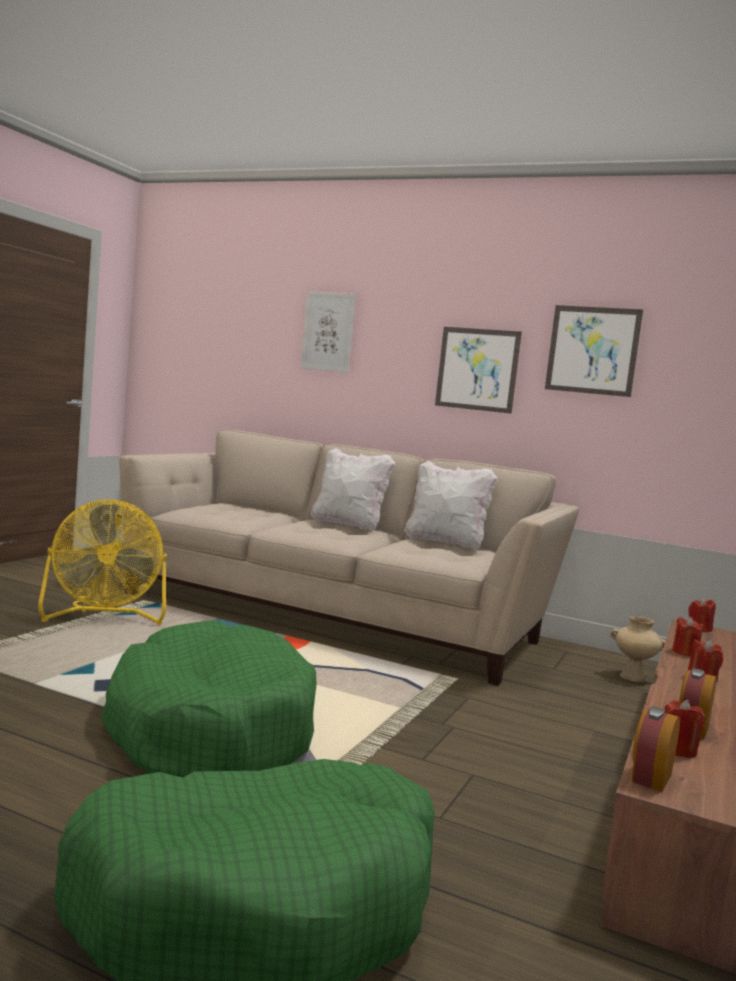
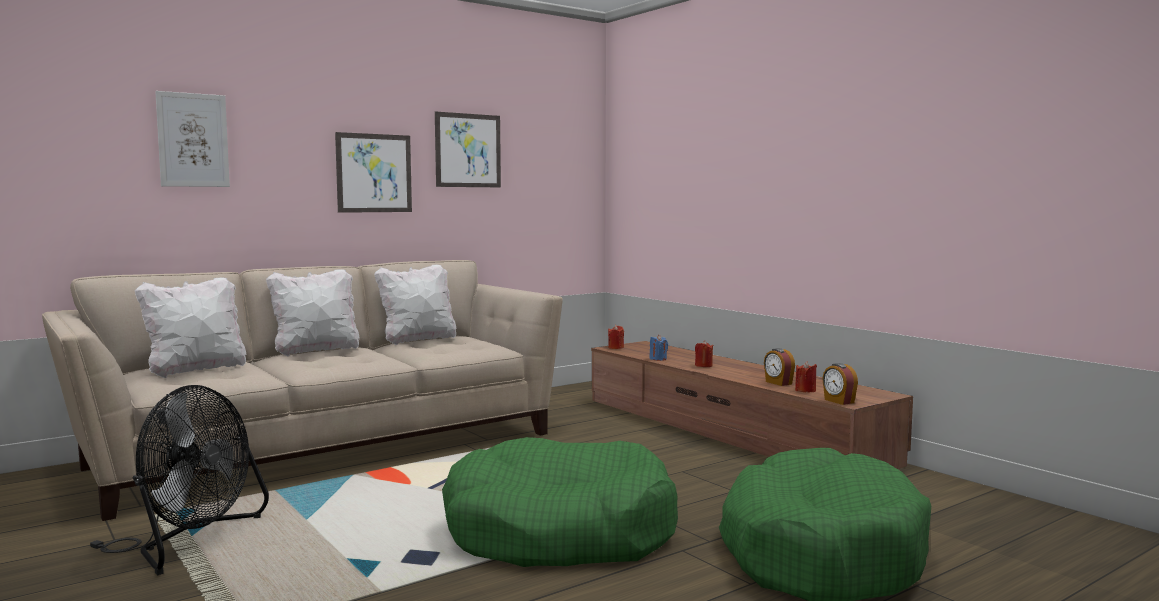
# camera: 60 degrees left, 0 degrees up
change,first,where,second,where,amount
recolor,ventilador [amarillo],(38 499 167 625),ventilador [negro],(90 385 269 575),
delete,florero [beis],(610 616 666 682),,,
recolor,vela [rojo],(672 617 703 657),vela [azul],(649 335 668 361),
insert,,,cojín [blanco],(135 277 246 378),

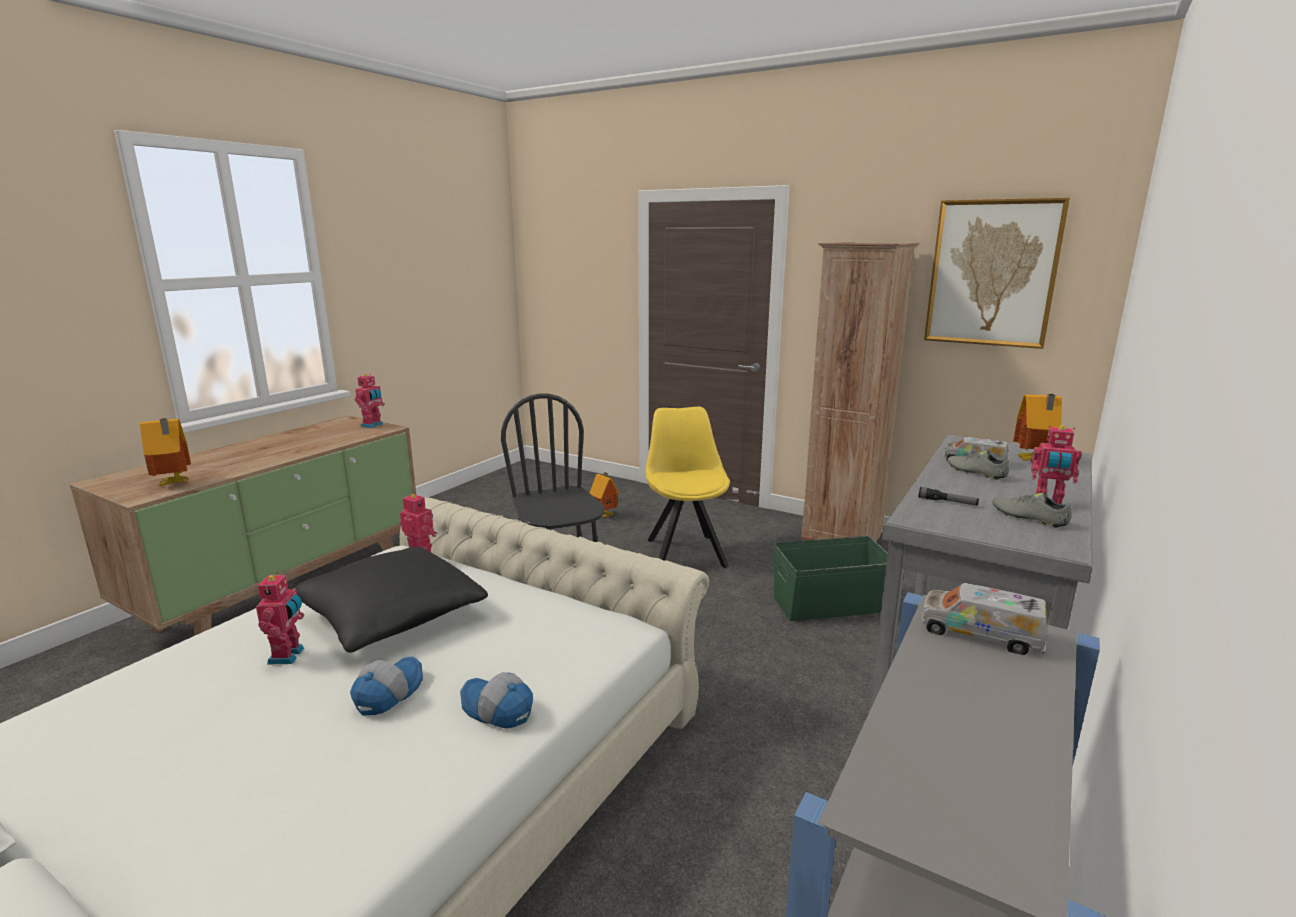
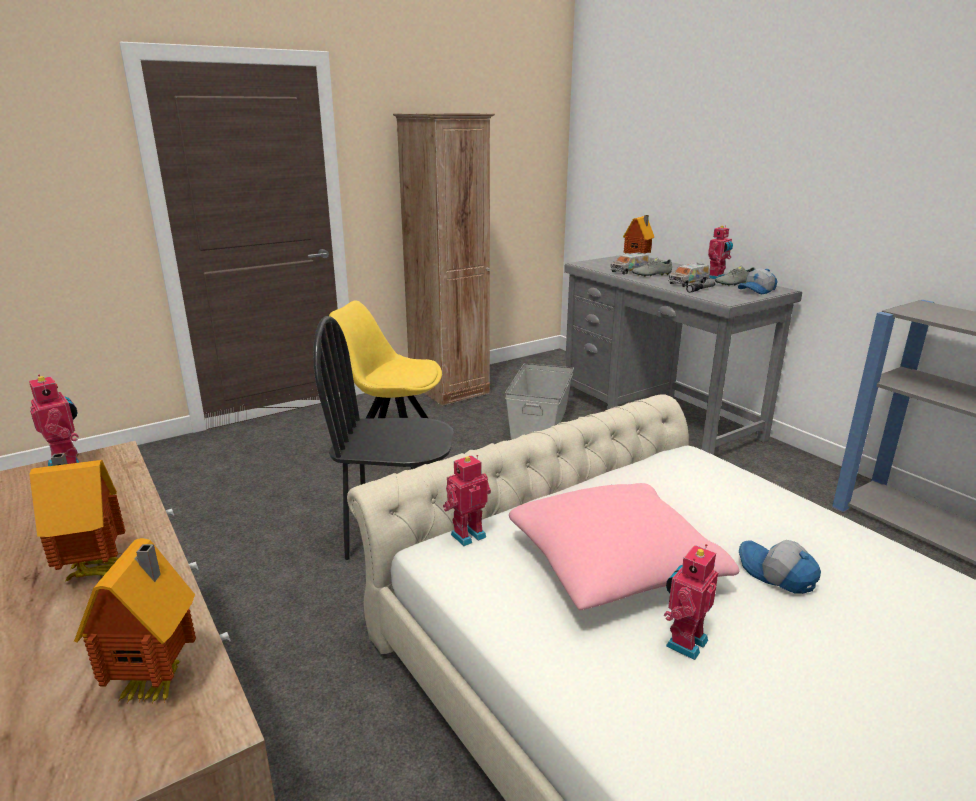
# camera: 65 degrees left, 5 degrees up
change,first,where,second,where,amount
delete,cuadro,(924 198 1070 349),,,
move,casita,(590 472 619 518),,(29 453 125 583),
recolor,caja de almacenaje [verde],(774 536 888 621),caja de almacenaje [gris],(505 363 574 440),
recolor,cojín [negro],(295 547 488 653),cojín [rosa],(509 483 739 610),
rotate,robot de juguete,(256 572 304 664),,(664 544 718 660),75 degrees counterclockwise
move,camión de juguete,(922 583 1048 655),,(668 263 710 287),
move,gorra,(460 672 533 728),,(738 269 778 294),

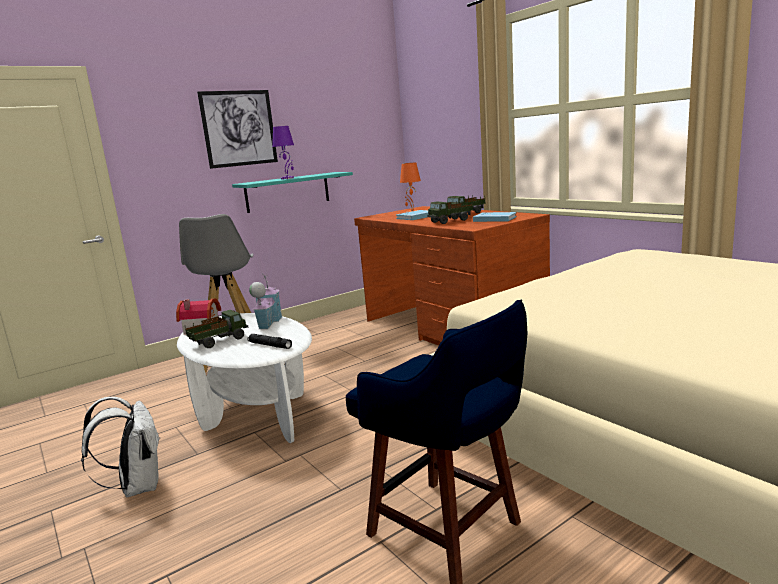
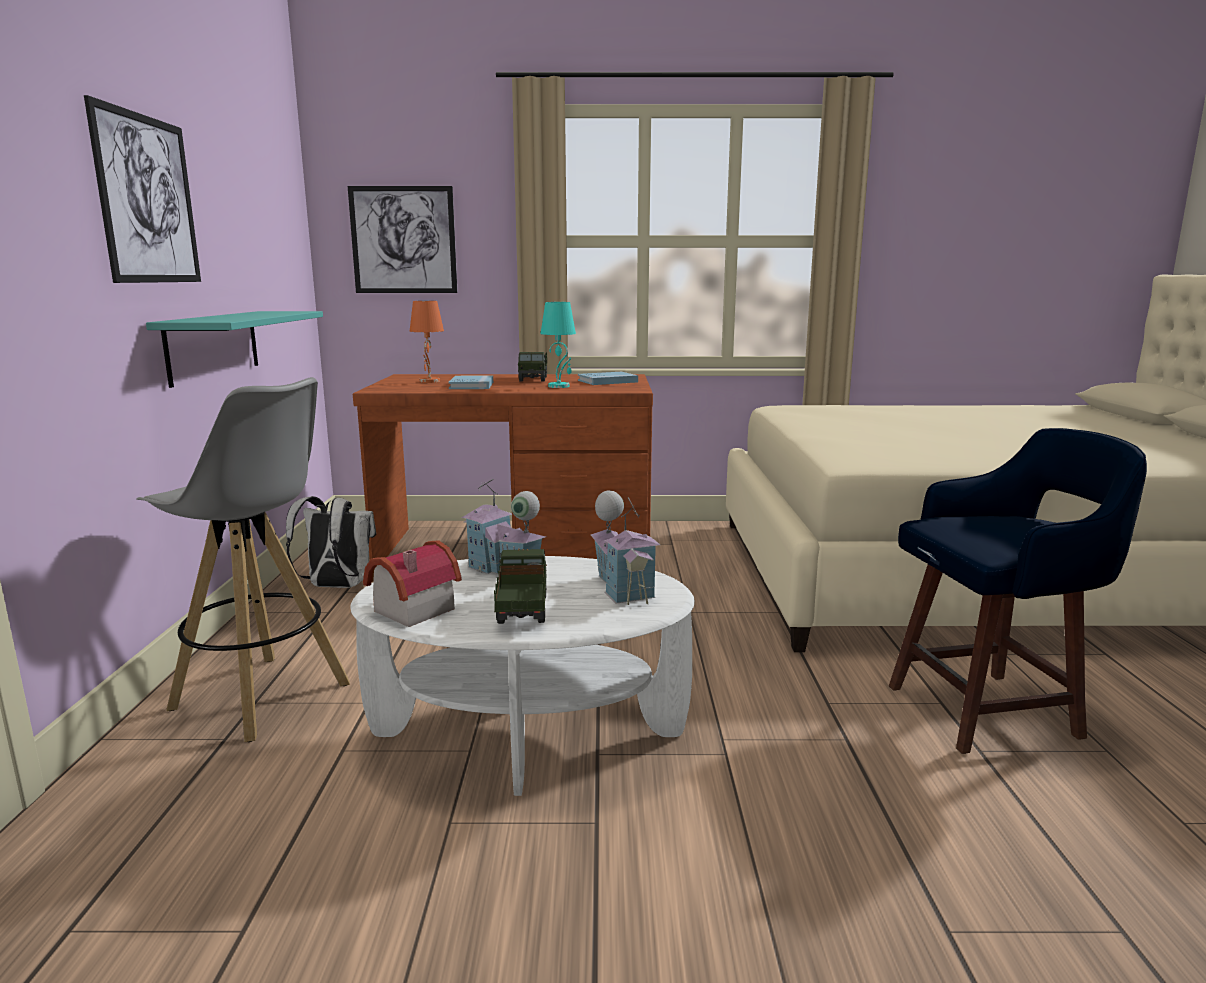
# camera: 55 degrees left, 0 degrees up
change,first,where,second,where,amount
delete,lámpara de mesa [morado],(272 126 294 179),,,
replace,camión de juguete,(427 201 473 224),lámpara de mesa [turquesa],(540 302 576 388),
replace,linterna [negro],(247 334 292 349),casita,(591 490 660 605),
move,mochila [blanco],(81 397 159 498),,(286 496 376 588),
insert,,,cuadro,(348 186 458 293),

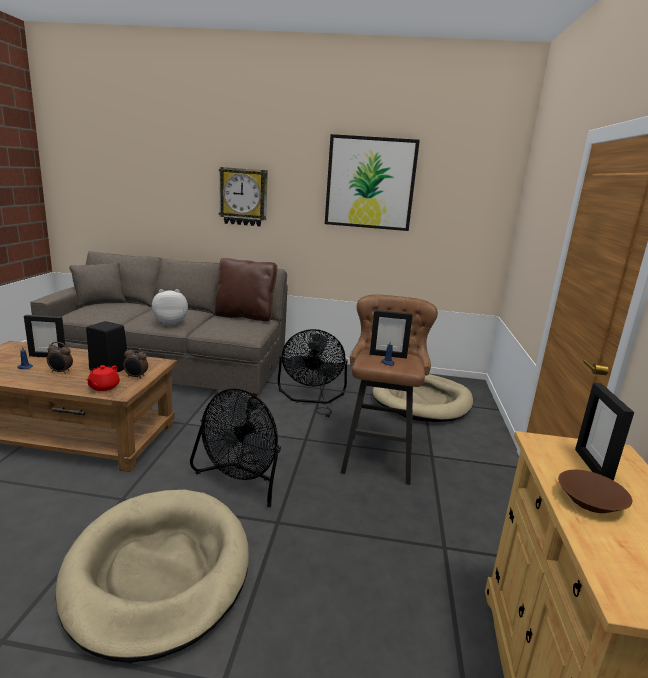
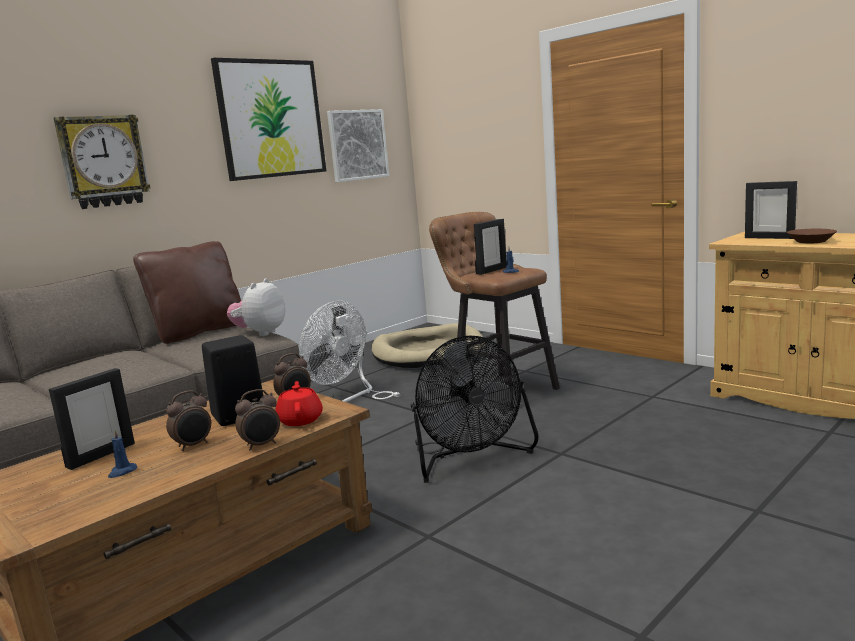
# camera: 50 degrees left, 5 degrees down
change,first,where,second,where,amount
move,peluche,(152 289 188 326),,(227 278 285 336),
recolor,ventilador [negro],(278 329 348 417),ventilador [blanco],(299 301 400 402),
rotate,tetera [rojo],(86 365 120 391),,(275 381 323 426),150 degrees counterclockwise
delete,cama para perro [beis],(56 490 249 663),,,
insert,,,cuadro,(327 109 389 182),
insert,,,despertador,(235 389 280 450),

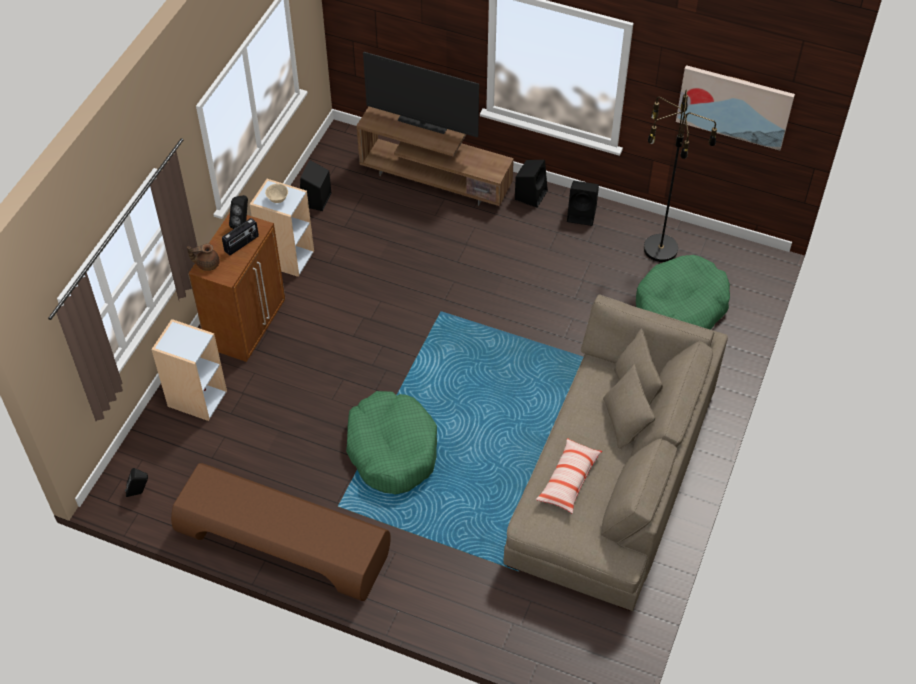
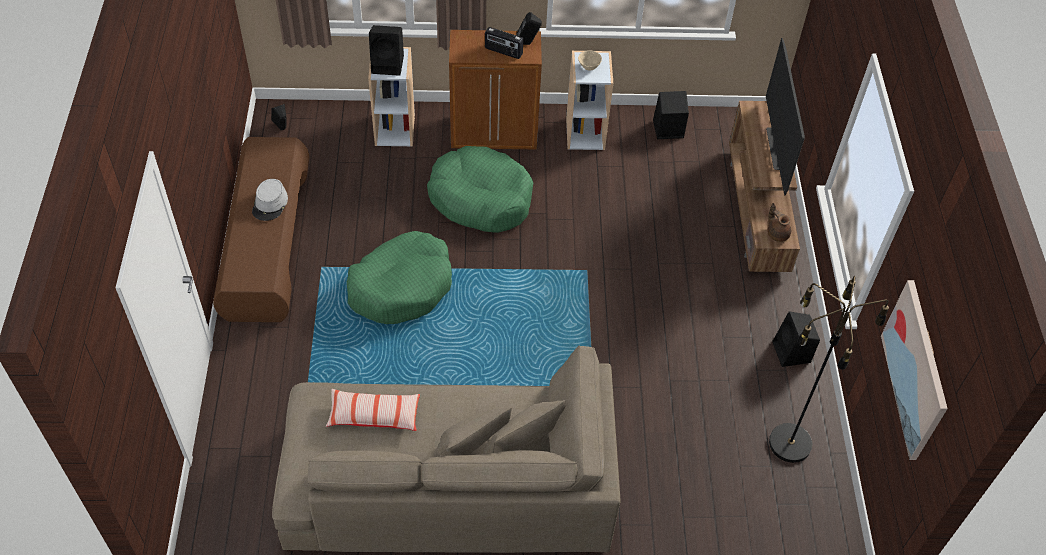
# camera: 65 degrees right, 0 degrees up
change,first,where,second,where,amount
move,altavoz [negro],(515 160 548 208),,(369 25 404 76),
move,tetera [marrón],(187 243 220 271),,(768 203 791 242),
move,cama para perro [verde],(636 255 730 330),,(427 146 533 233),
insert,,,sombrero [gris],(252 179 288 221),

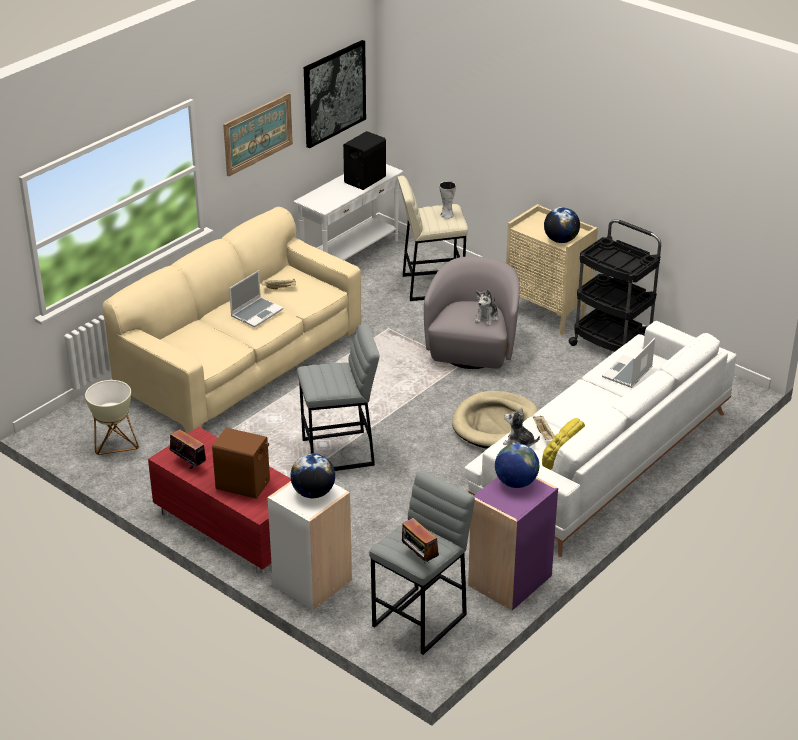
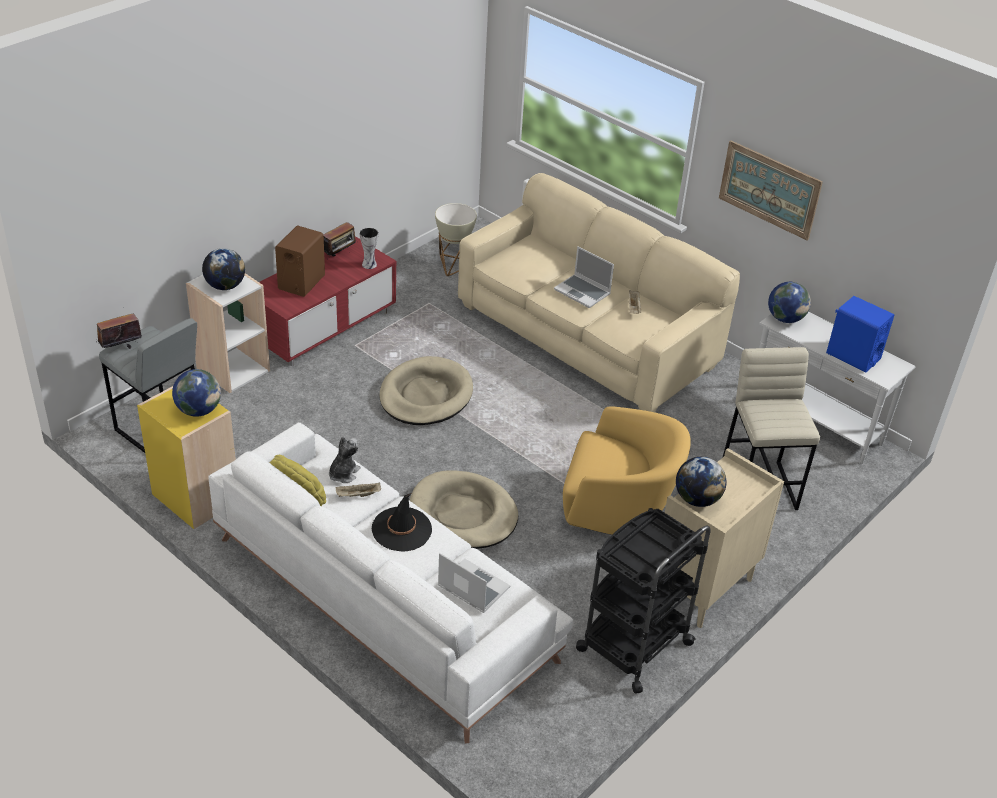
# camera: 90 degrees right, 5 degrees up
change,first,where,second,where,amount
delete,cuadro,(304 40 366 148),,,
recolor,altavoz [negro],(343 131 386 190),altavoz [azul],(826 296 894 372),
move,florero,(439 181 456 219),,(359 227 378 269),
recolor,sillón [gris],(424 256 520 369),sillón [amarillo],(563 406 691 535),
delete,peluche,(475 290 499 326),,,
replace,taburete [gris],(297 323 380 471),cama para perro [beis],(379 356 473 425),
recolor,estantería [morado],(468 477 558 611),estantería [amarillo],(137 386 236 529),
insert,,,globo terráqueo,(768 282 811 323),
insert,,,sombrero [negro],(372 493 432 552),

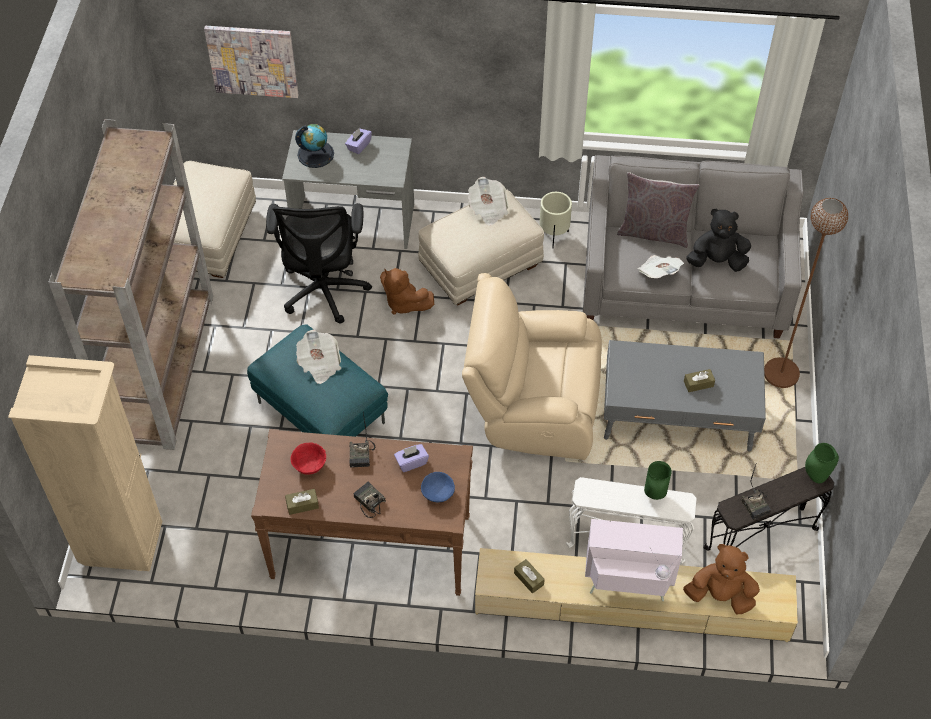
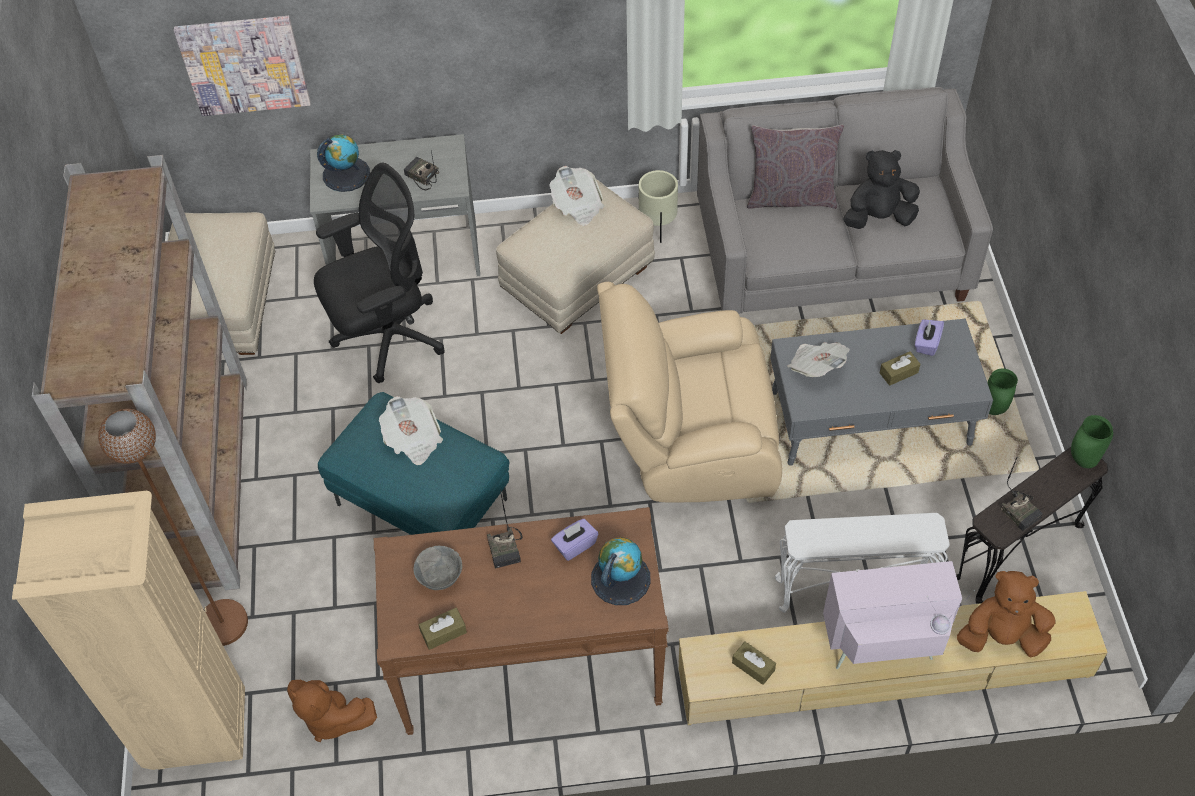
# camera: 10 degrees left, 0 degrees up
change,first,where,second,where,amount
move,caja de pañuelos [morado],(345 128 372 154),,(915 319 944 356),
move,lámpara de pie [marrón],(764 198 848 388),,(98 409 248 646),
rotate,silla de oficina [negro],(266 203 372 323),,(314 163 445 383),105 degrees counterclockwise
move,periódico,(638 255 684 278),,(787 342 850 377),
move,peluche [marrón],(380 268 434 315),,(287 680 377 742),
recolor,cuenco [rojo],(291 443 326 475),cuenco [gris],(413 546 462 590),
move,florero [verde],(644 461 672 500),,(987 369 1018 415),
replace,cuenco [azul],(421 472 455 502),globo terráqueo,(591 537 651 605),
move,radio,(353 482 386 518),,(403 150 439 190),

